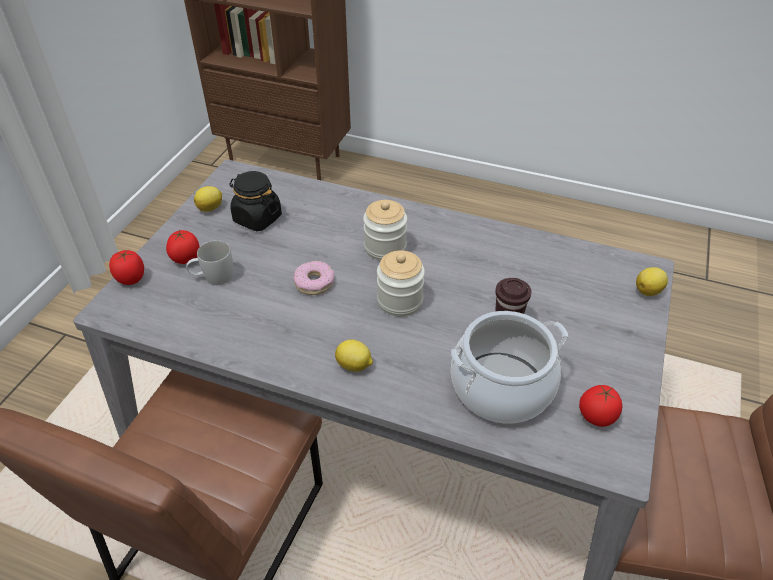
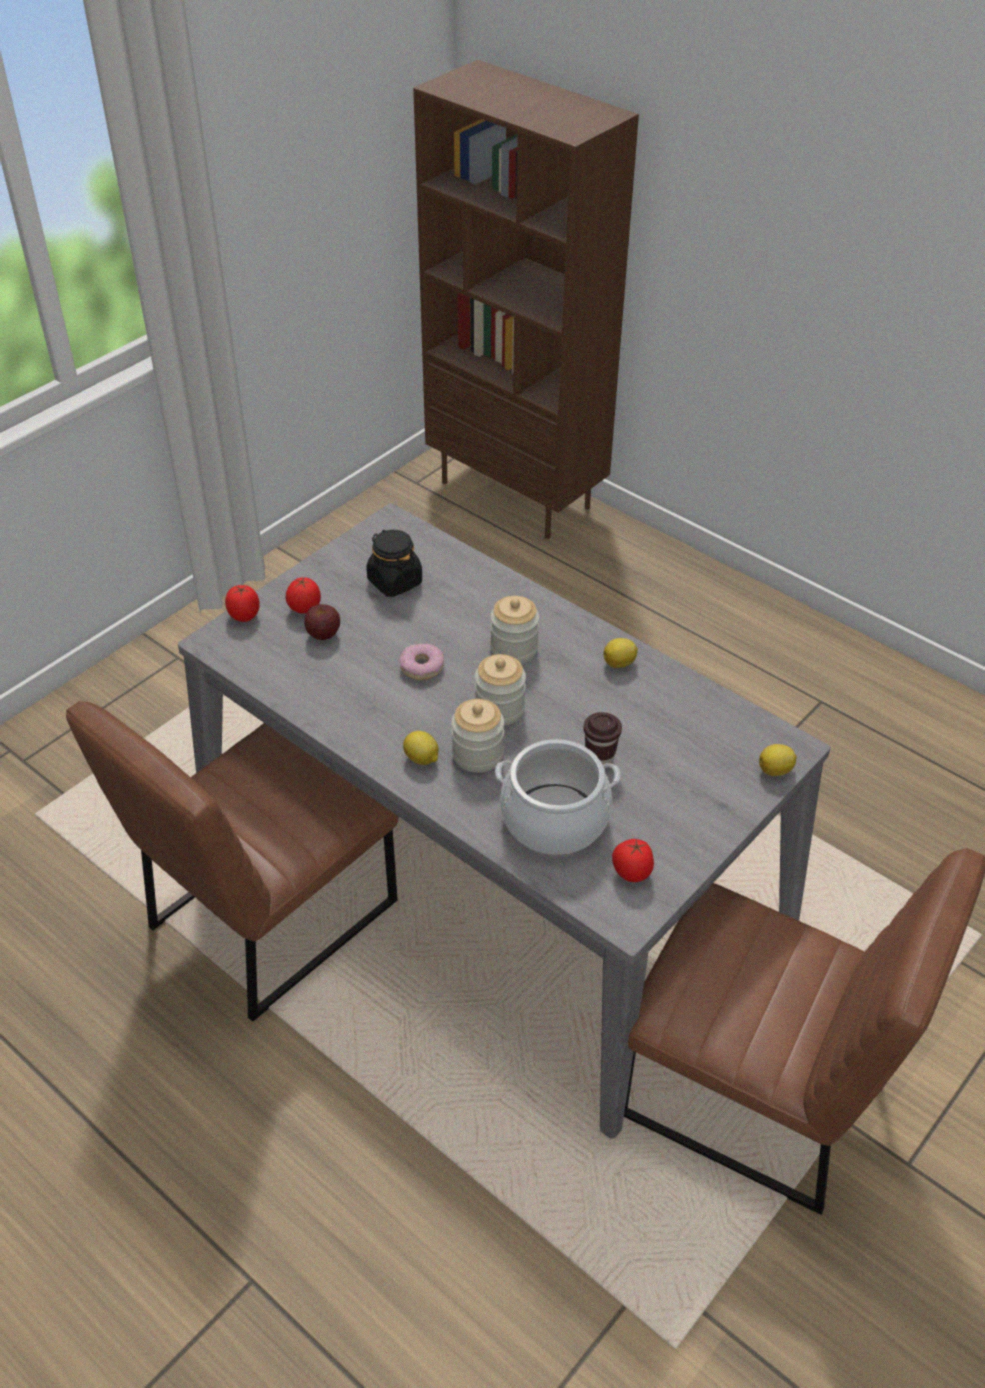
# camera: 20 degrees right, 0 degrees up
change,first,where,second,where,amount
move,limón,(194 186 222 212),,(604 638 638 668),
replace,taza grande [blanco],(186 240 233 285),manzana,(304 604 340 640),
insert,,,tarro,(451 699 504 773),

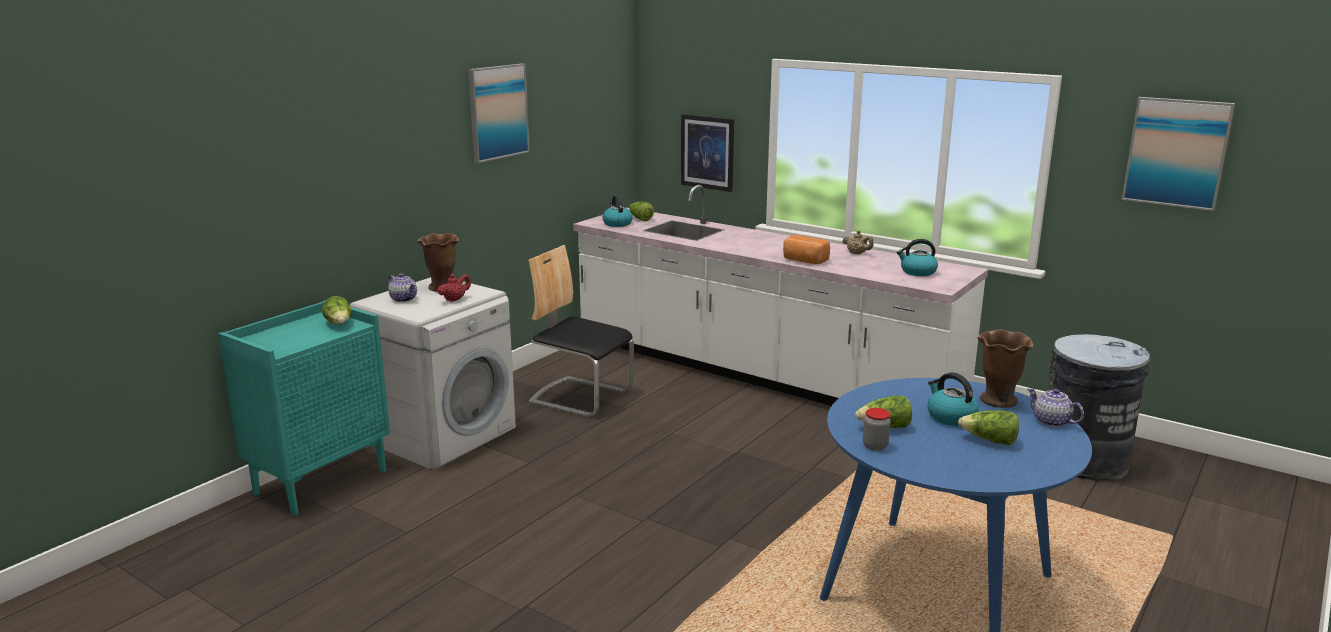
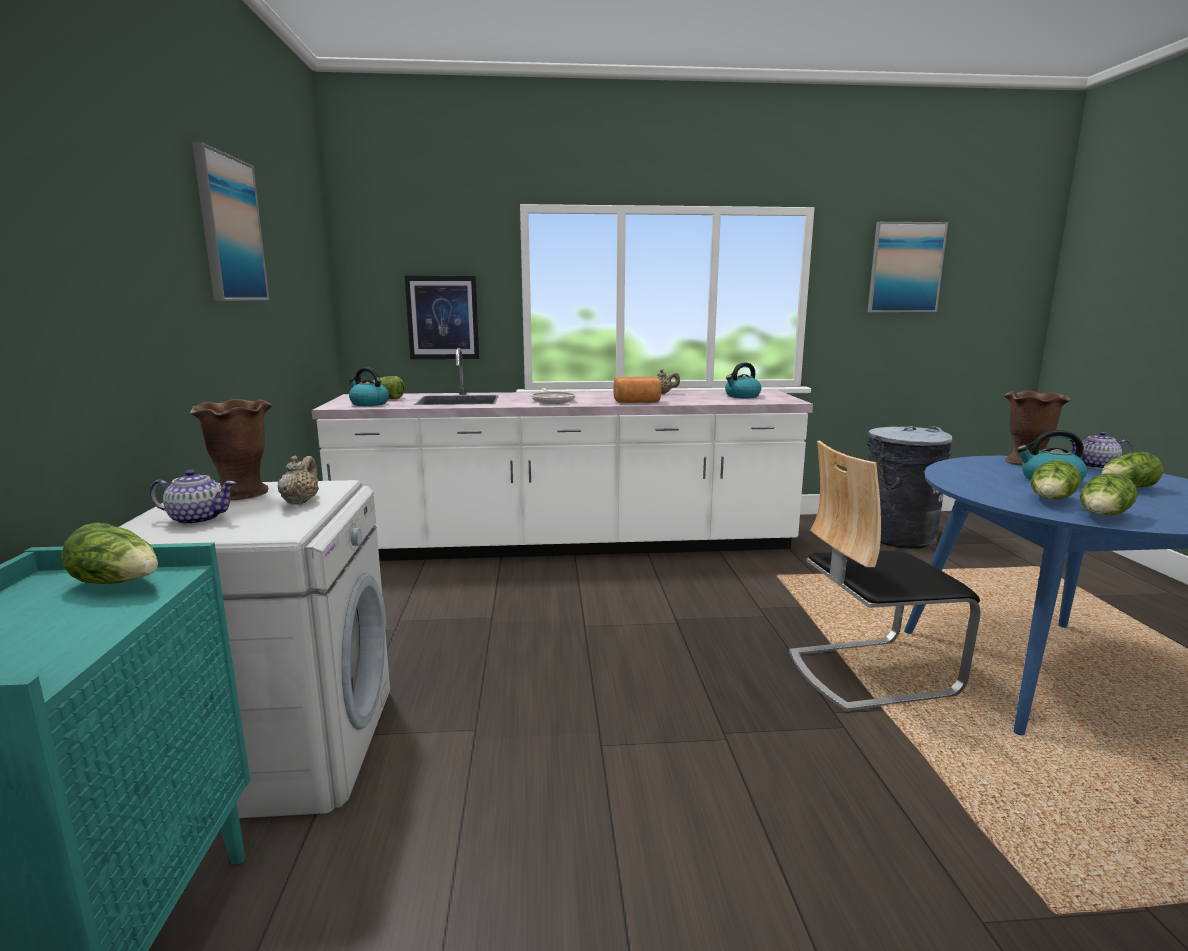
# camera: 40 degrees left, 5 degrees down
change,first,where,second,where,amount
move,silla,(529 245 634 417),,(789 440 981 712),
recolor,tetera [rojo],(438 274 471 302),tetera [beis],(278 456 319 505),
replace,tarro,(863 408 891 451),lechuga,(1080 473 1138 515),
insert,,,sartén,(531 388 576 404),

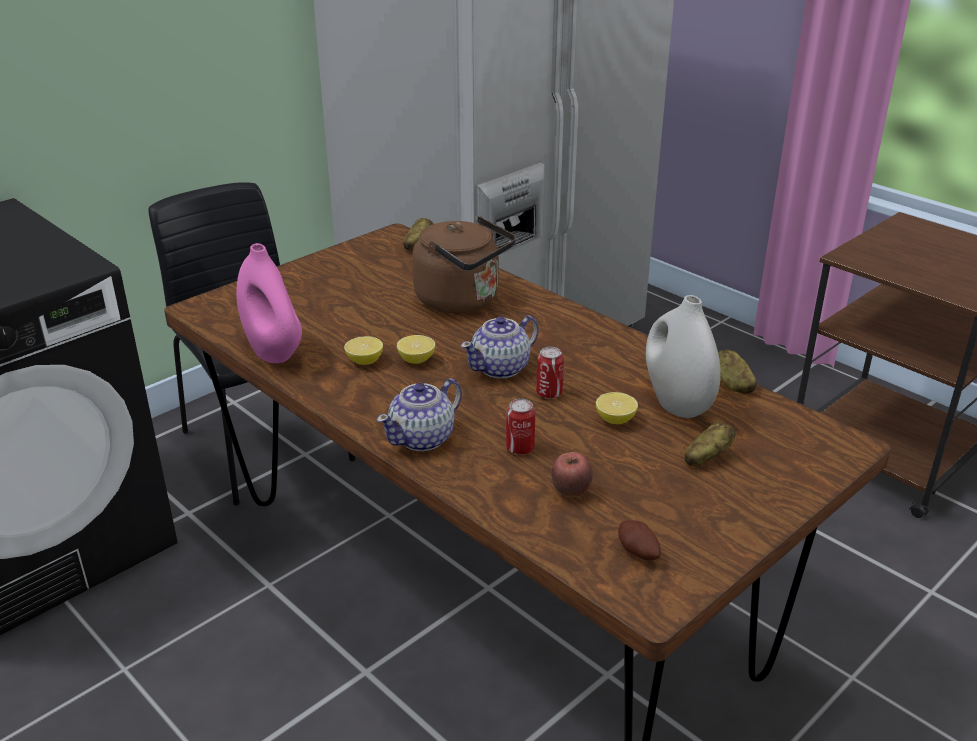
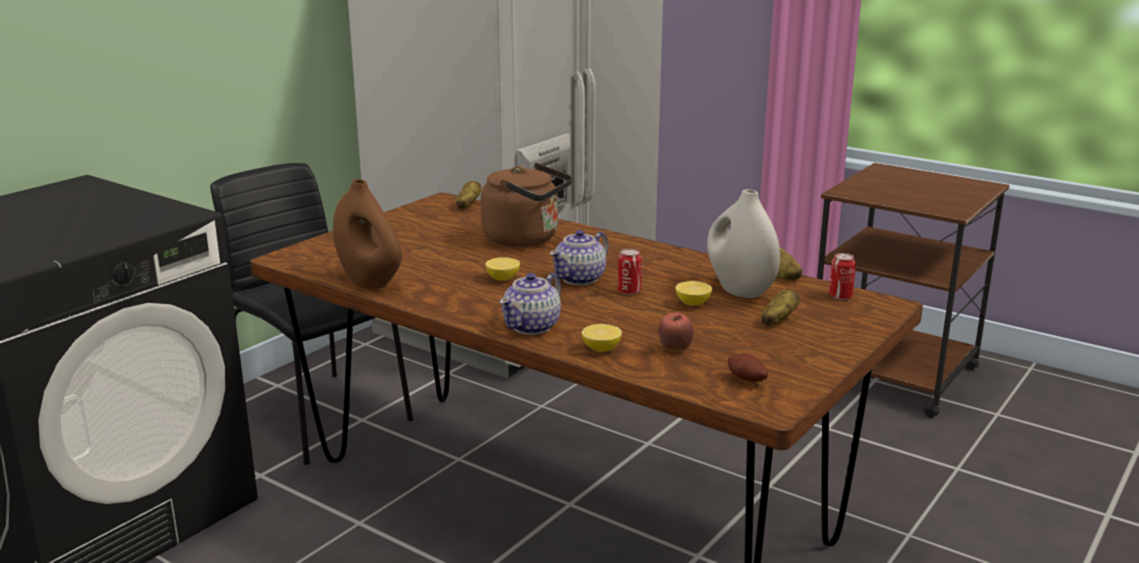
# camera: 10 degrees left, 10 degrees down
change,first,where,second,where,amount
recolor,florero [rosa],(236 243 302 363),florero [marrón],(333 179 402 289),
move,limón,(344 336 383 365),,(582 324 622 352),
move,lata,(506 399 535 455),,(829 253 856 300),

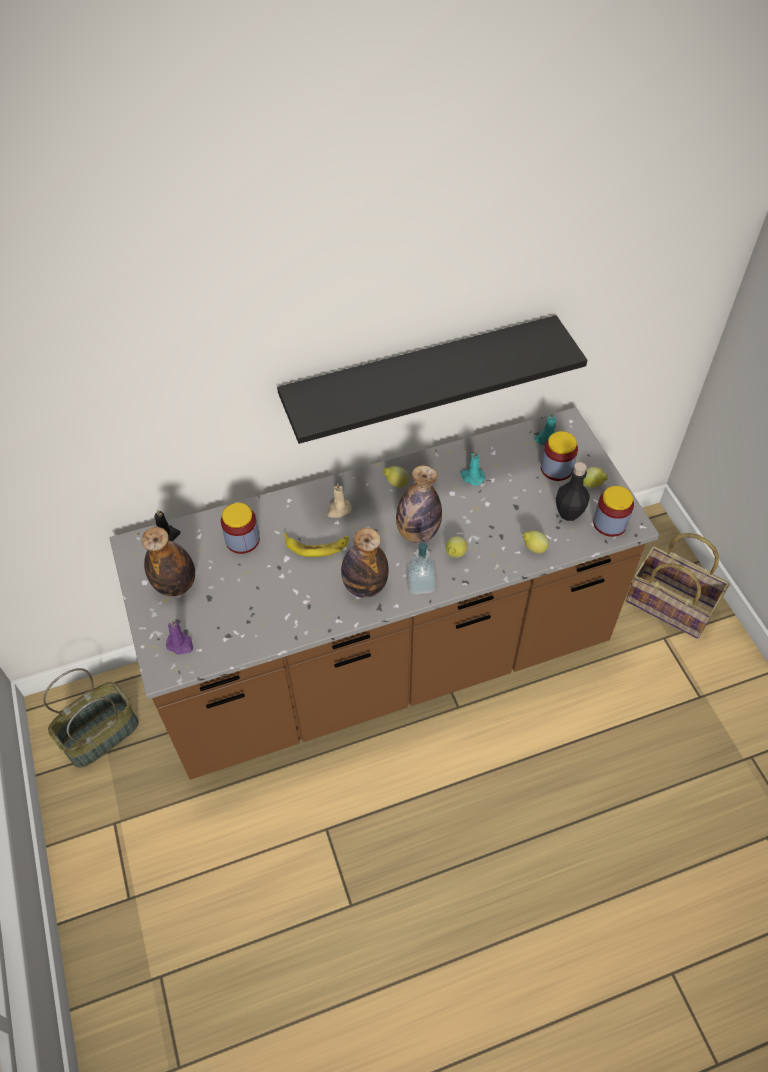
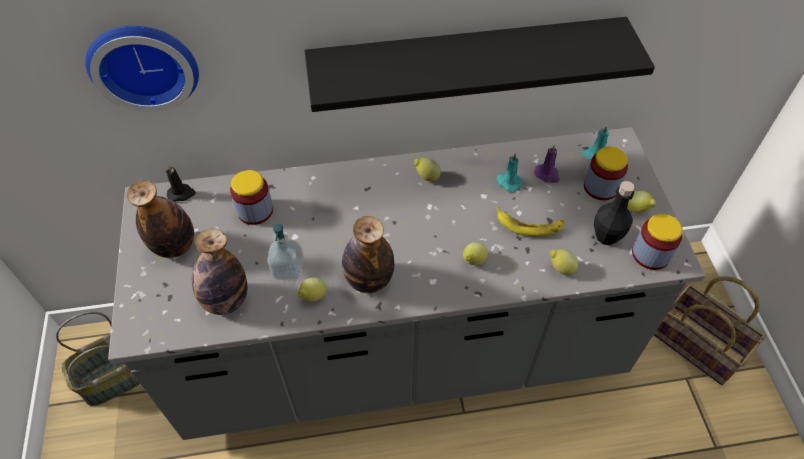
# camera: 10 degrees right, 0 degrees up
change,first,where,second,where,amount
recolor,mueble bajo de cocina [marrón],(110 407 659 780),mueble bajo de cocina [gris],(108 127 705 440),
move,botella,(396 465 442 543),,(192 229 247 315),
delete,vela [beis],(327 483 352 518),,,
move,plátano,(283 533 349 557),,(496 206 565 236),
move,dispensador de jabón,(406 542 437 595),,(267 224 304 281),
move,vela [morado],(166 620 193 654),,(534 144 560 183),
insert,,,reloj de pared,(85 26 199 112),
insert,,,limón,(298 277 327 302),

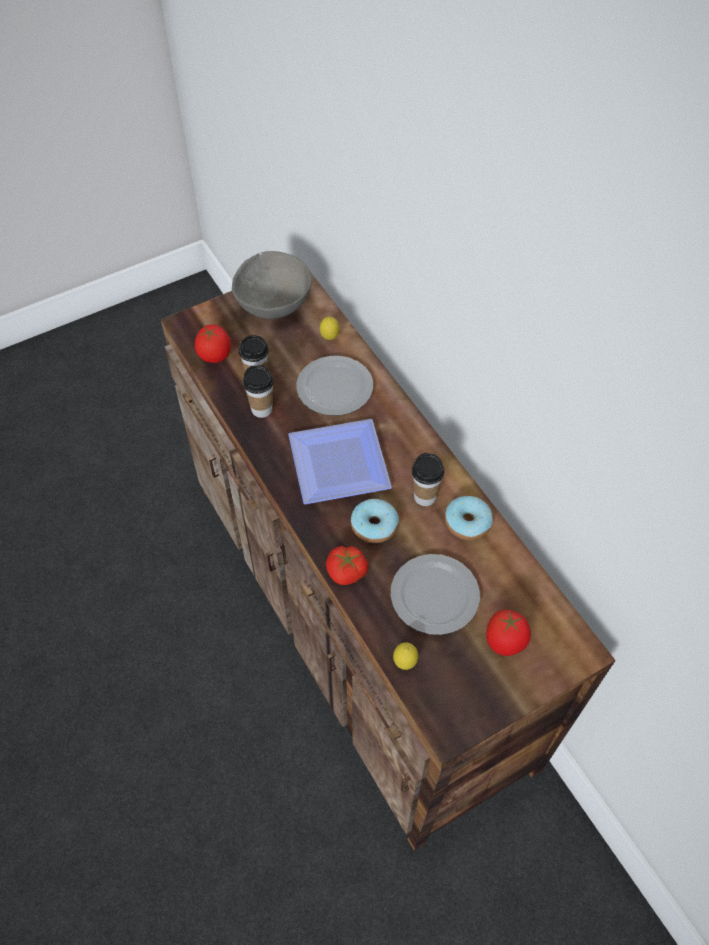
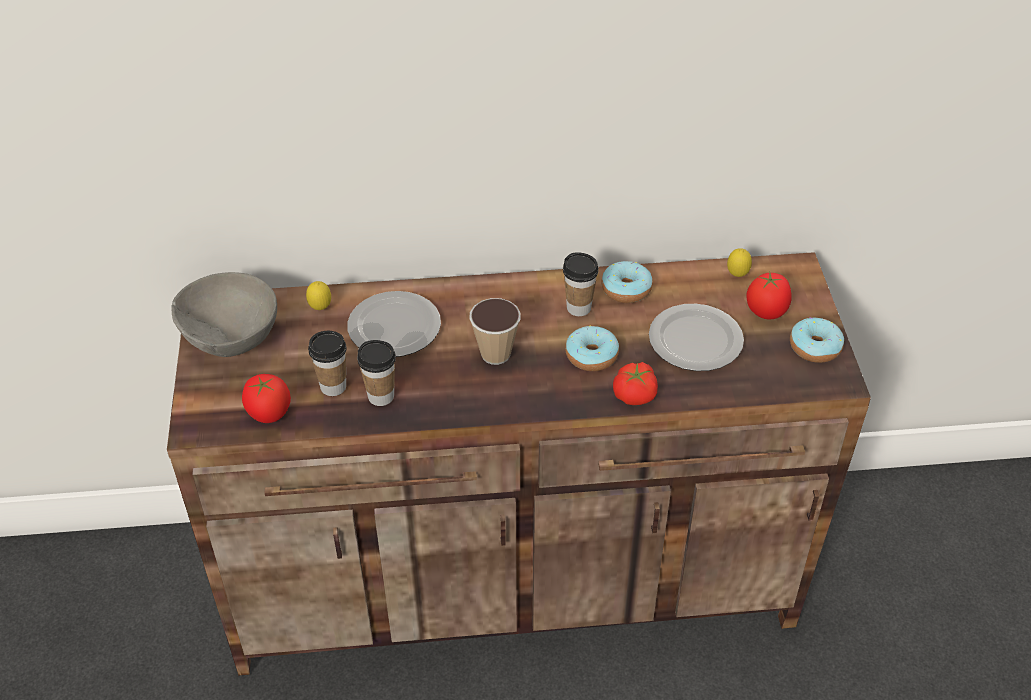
# camera: 65 degrees left, 10 degrees down
change,first,where,second,where,amount
replace,plato,(288 419 392 504),taza,(469 298 521 365),
move,limón,(393 642 418 670),,(727 248 752 277),
insert,,,rosquilla,(790 317 844 363),

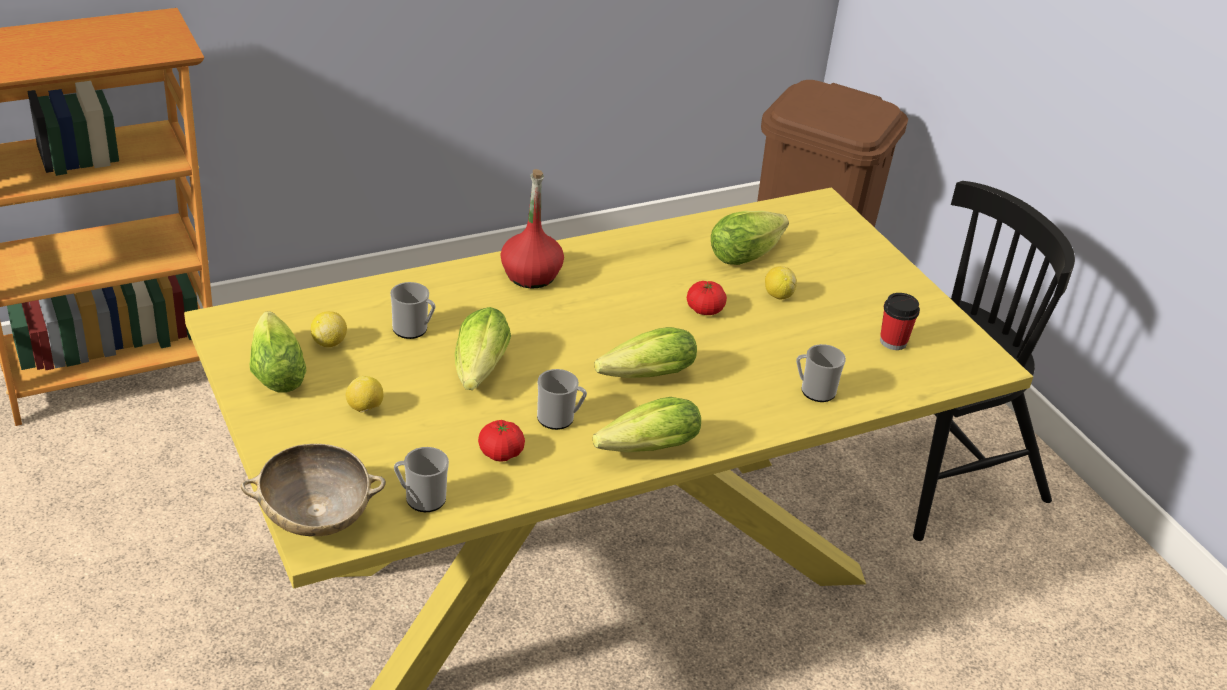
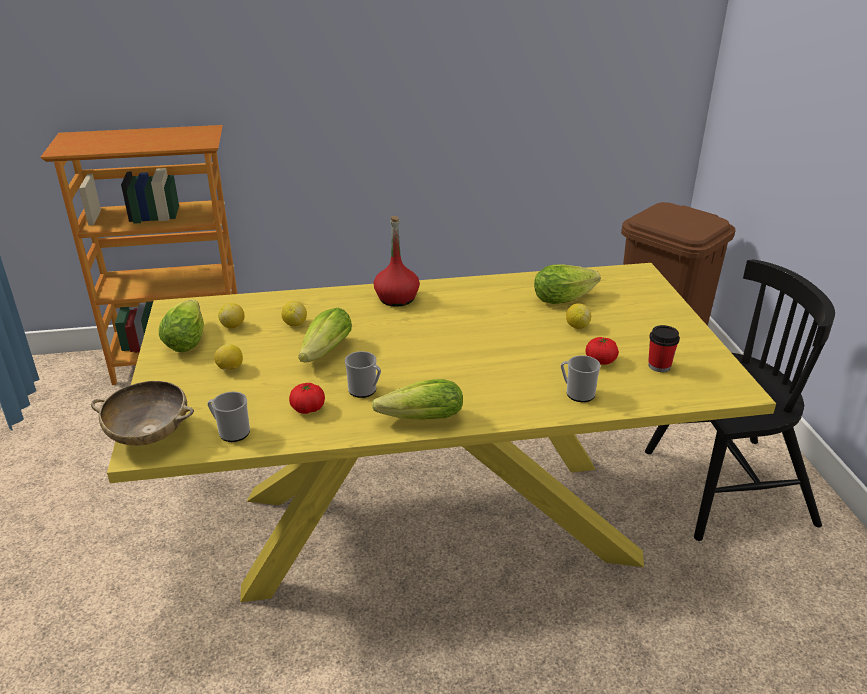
# camera: 20 degrees right, 5 degrees down
change,first,where,second,where,amount
move,tomate,(687 281 727 315),,(586 337 619 365),
replace,taza grande,(390 282 436 339),limón,(282 301 307 326),
delete,lechuga,(594 327 697 378),,,

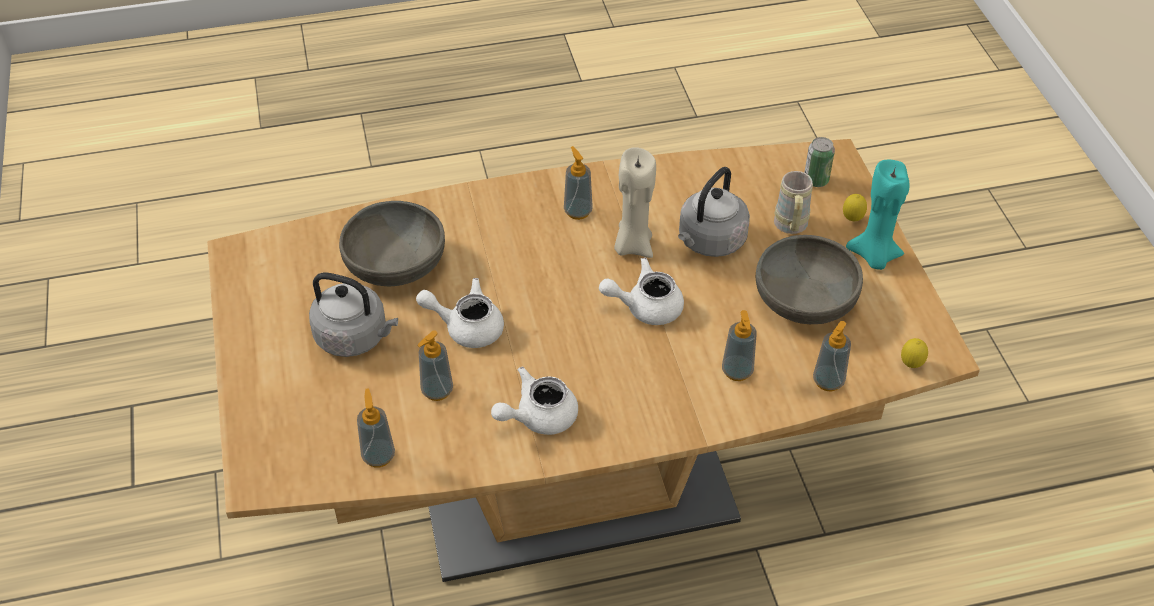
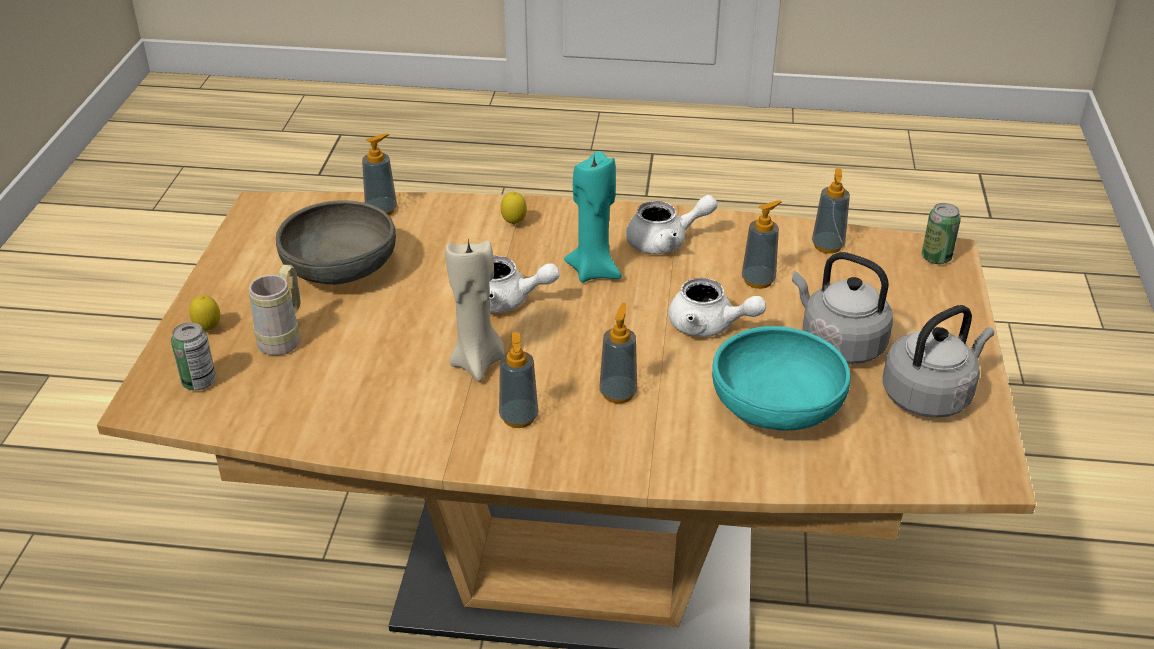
# camera: 160 degrees left, 10 degrees down
change,first,where,second,where,amount
move,vela [turquesa],(846 160 909 270),,(564 151 622 283),
move,hervidor [gris],(678 167 750 257),,(883 305 994 418),
recolor,cuenco [gris],(339 201 445 286),cuenco [turquesa],(712 326 851 431),
move,dispensador de jabón,(722 310 756 381),,(599 303 637 404),
move,limón,(901 338 928 368),,(501 192 527 224),
insert,,,lata,(922 203 961 264),

